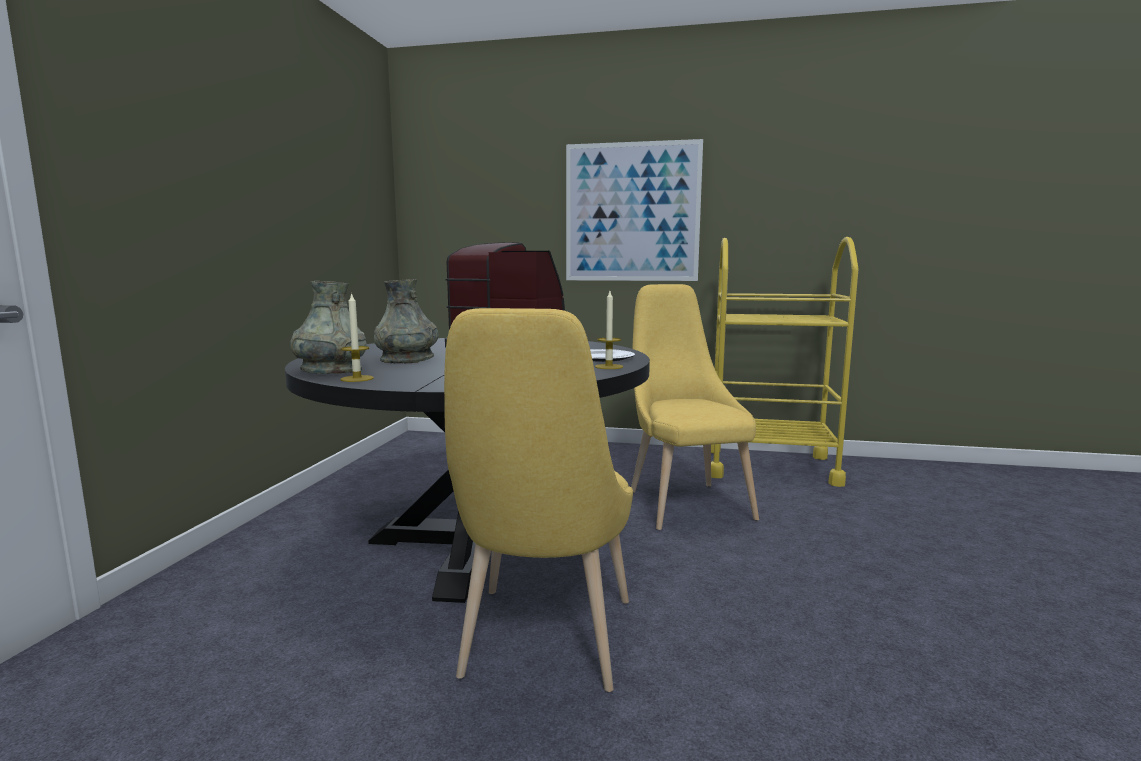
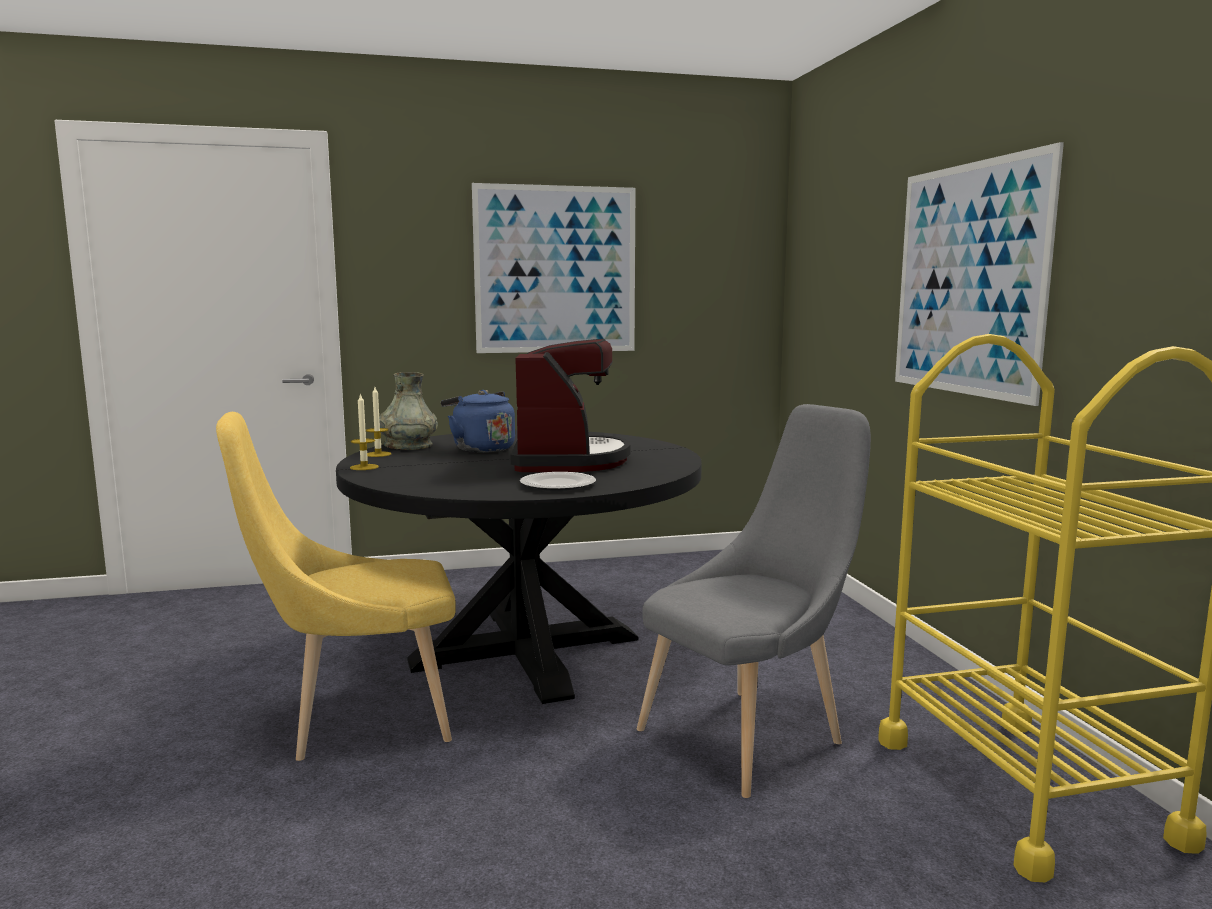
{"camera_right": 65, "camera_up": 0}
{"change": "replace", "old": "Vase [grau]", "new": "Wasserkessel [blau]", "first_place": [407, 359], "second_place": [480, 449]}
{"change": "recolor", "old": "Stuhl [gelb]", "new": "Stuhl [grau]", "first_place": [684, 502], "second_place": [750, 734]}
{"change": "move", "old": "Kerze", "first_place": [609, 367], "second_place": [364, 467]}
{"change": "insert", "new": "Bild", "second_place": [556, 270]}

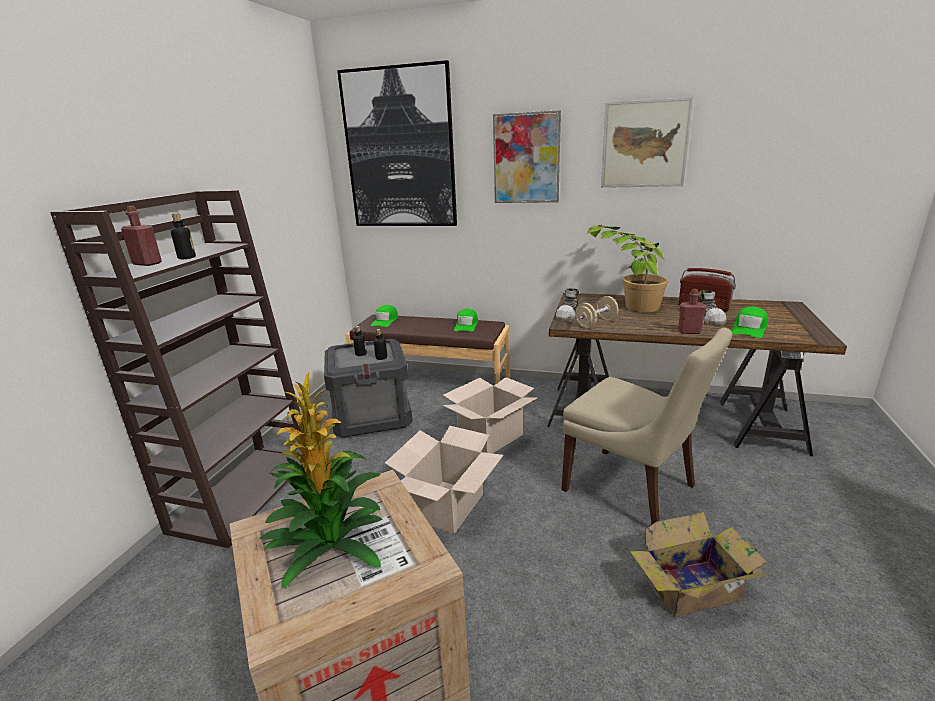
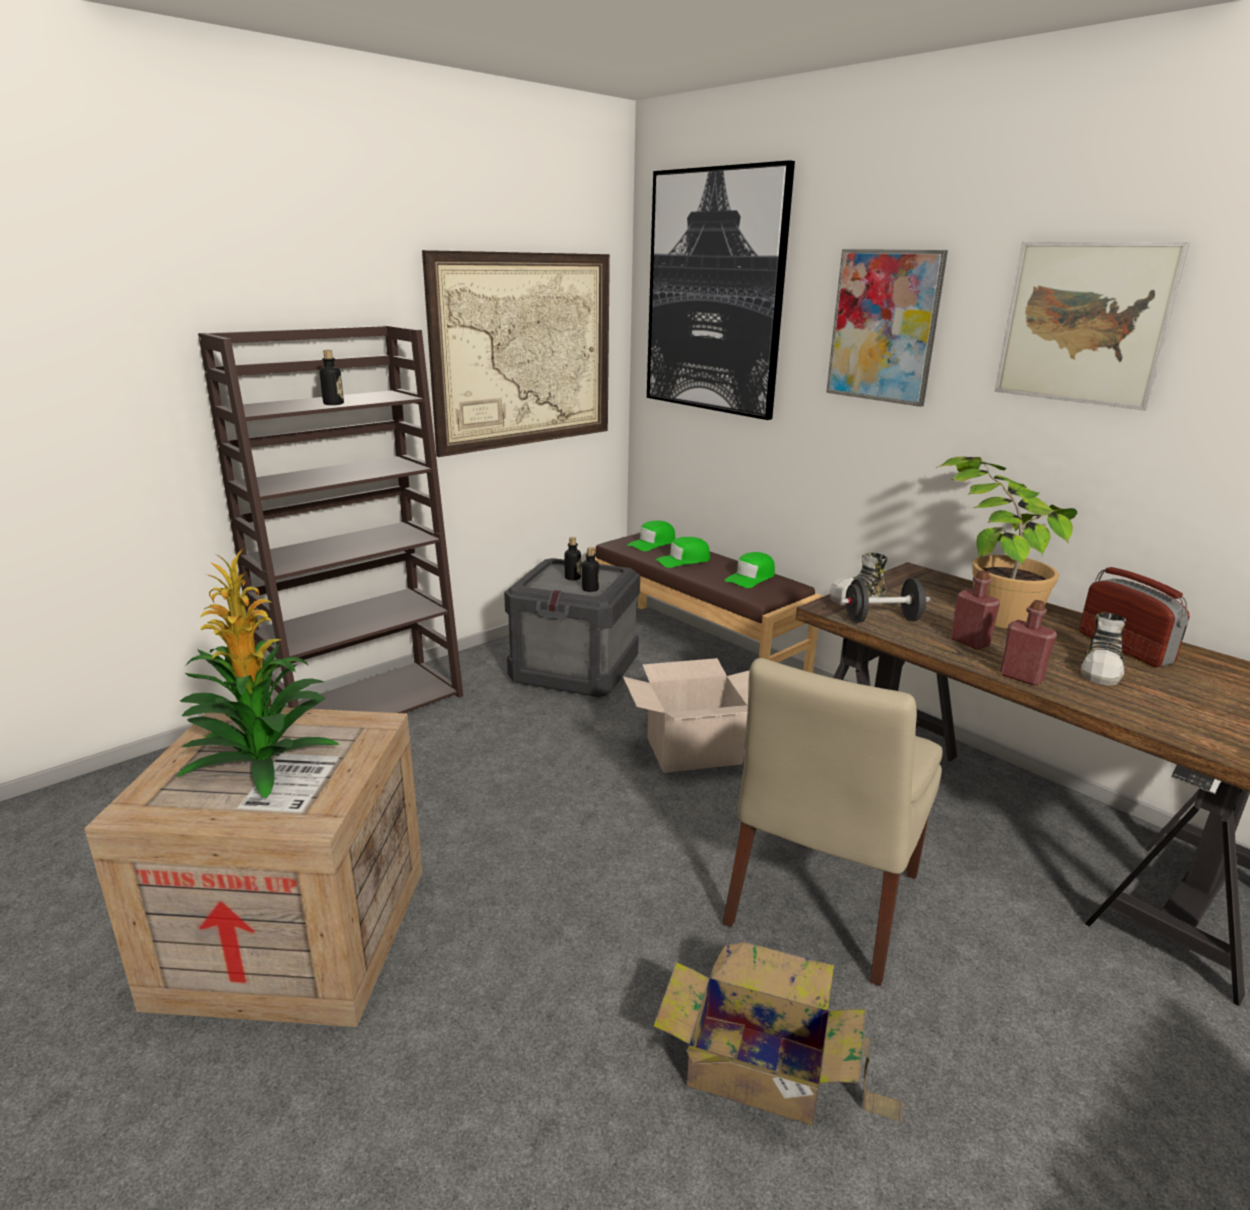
{"camera_right": 30, "camera_up": 0}
{"change": "move", "old": "Flasche [rot]", "first_place": [147, 263], "second_place": [969, 642]}
{"change": "recolor", "old": "Hantel [beige]", "new": "Hantel [schwarz]", "first_place": [596, 323], "second_place": [882, 619]}
{"change": "move", "old": "Kappe [grün]", "first_place": [749, 328], "second_place": [683, 560]}
{"change": "rotate", "old": "Stuhl [beige]", "first_place": [632, 490], "second_place": [820, 904], "degrees": 45}
{"change": "delete", "old": "Karton", "first_place": [447, 506]}
{"change": "insert", "new": "Bild", "second_place": [524, 351]}

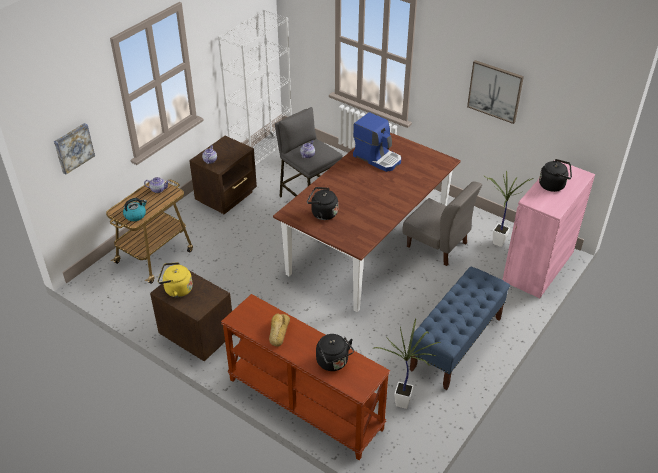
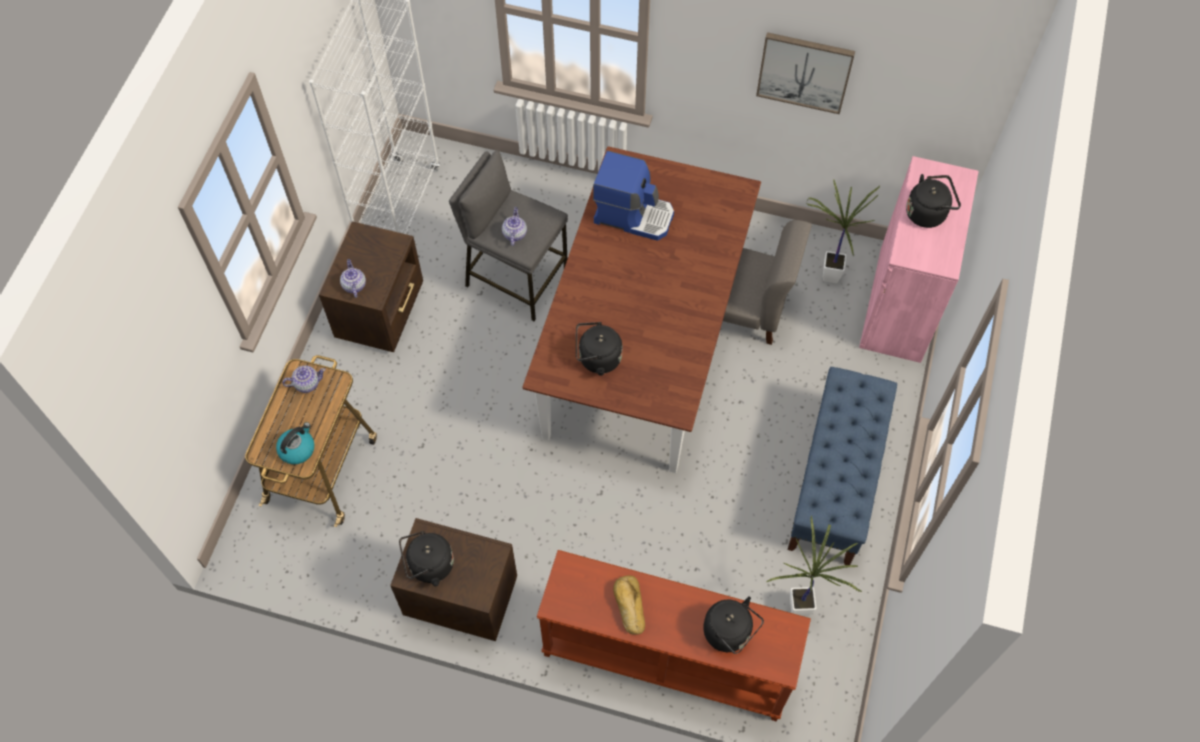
{"camera_right": -20, "camera_up": 20}
{"change": "delete", "old": "Bild", "first_place": [73, 147]}
{"change": "recolor", "old": "Wasserkessel [gelb]", "new": "Wasserkessel [schwarz]", "first_place": [176, 290], "second_place": [428, 566]}

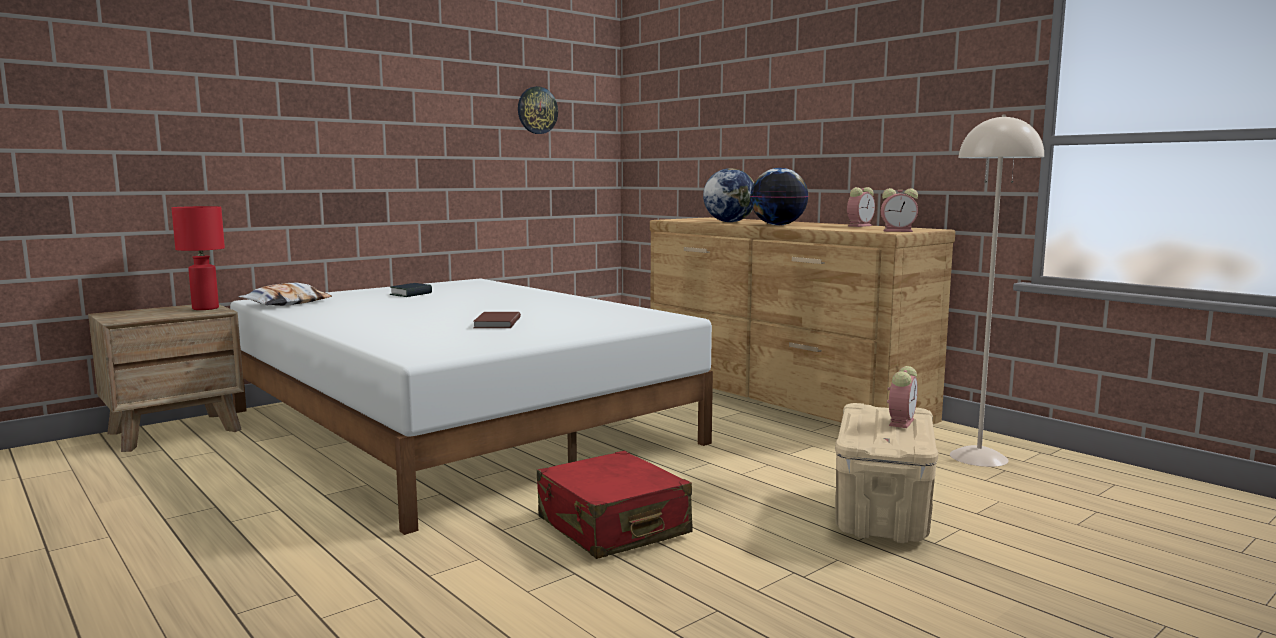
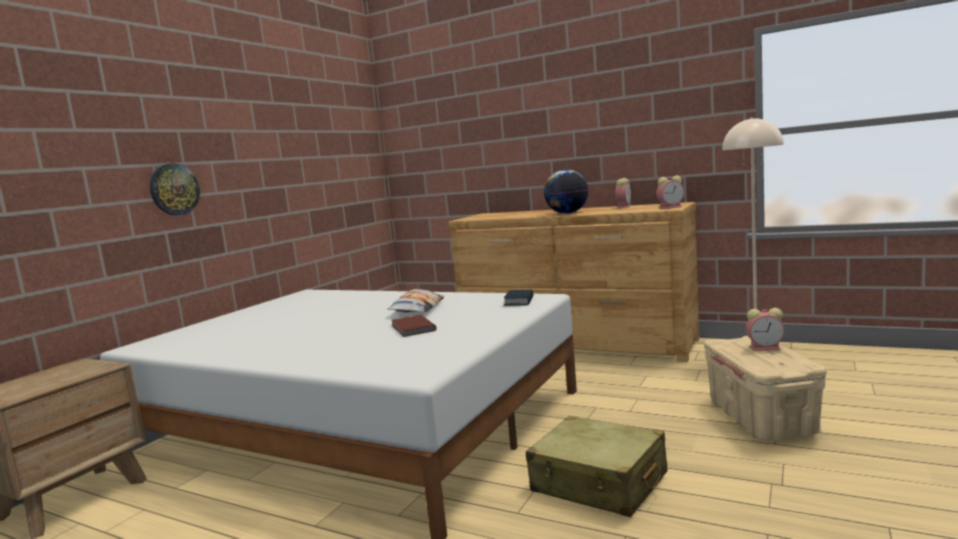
{"camera_right": -20, "camera_up": 0}
{"change": "move", "old": "Wanduhr", "first_place": [537, 110], "second_place": [174, 189]}
{"change": "delete", "old": "Globus", "first_place": [729, 222]}
{"change": "delete", "old": "Tischlampe [rot]", "first_place": [205, 308]}
{"change": "move", "old": "Kissen", "first_place": [287, 303], "second_place": [417, 308]}
{"change": "move", "old": "Buch", "first_place": [411, 294], "second_place": [519, 301]}
{"change": "rotate", "old": "Wecker", "first_place": [901, 422], "second_place": [766, 348], "degrees": 90}
{"change": "recolor", "old": "Koffer [rot]", "new": "Koffer [beige]", "first_place": [612, 526], "second_place": [599, 483]}

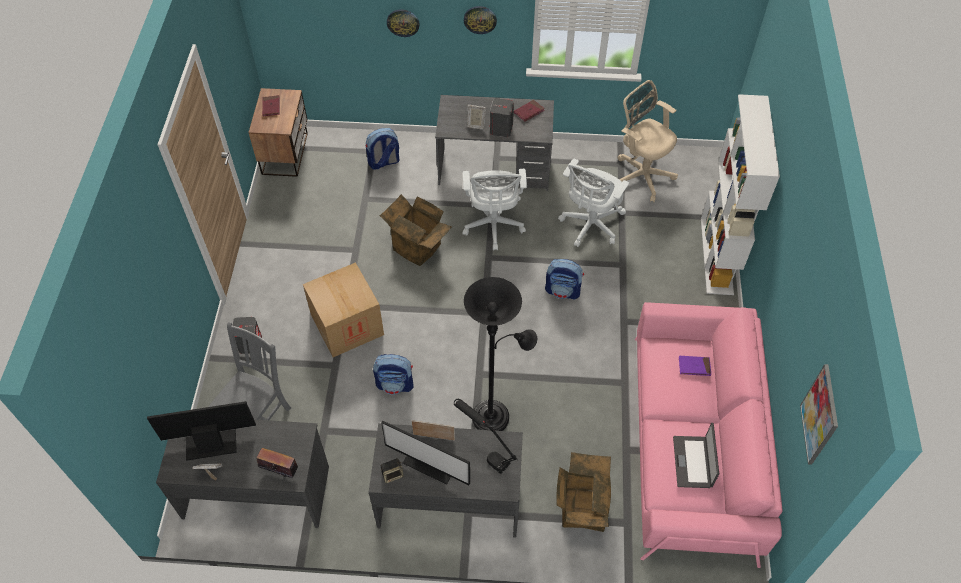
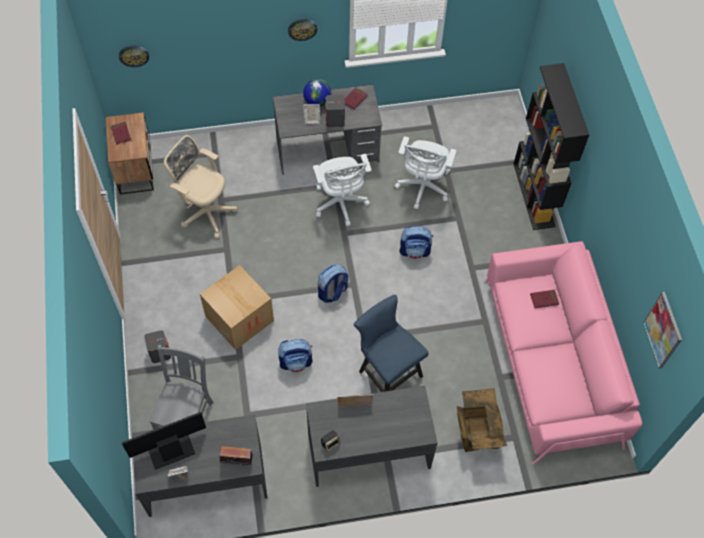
{"camera_right": -15, "camera_up": 5}
{"change": "move", "old": "Wanduhr", "first_place": [403, 22], "second_place": [134, 55]}
{"change": "move", "old": "Bürostuhl [beige]", "first_place": [641, 174], "second_place": [205, 211]}
{"change": "recolor", "old": "Bücherregal [weiß]", "new": "Bücherregal [schwarz]", "first_place": [717, 256], "second_place": [534, 195]}
{"change": "move", "old": "Rucksack", "first_place": [384, 162], "second_place": [332, 292]}
{"change": "delete", "old": "Karton", "first_place": [419, 246]}
{"change": "replace", "old": "Stehlampe [schwarz]", "new": "Stuhl [blau]", "first_place": [495, 415], "second_place": [387, 371]}
{"change": "recolor", "old": "Buch [lila]", "new": "Buch [rot]", "first_place": [694, 366], "second_place": [544, 299]}
{"change": "delete", "old": "Tischlampe [schwarz]", "first_place": [485, 452]}
{"change": "delete", "old": "Monitor", "first_place": [431, 462]}
{"change": "delete", "old": "Laptop", "first_place": [693, 462]}
{"change": "insert", "new": "Globus", "second_place": [317, 102]}

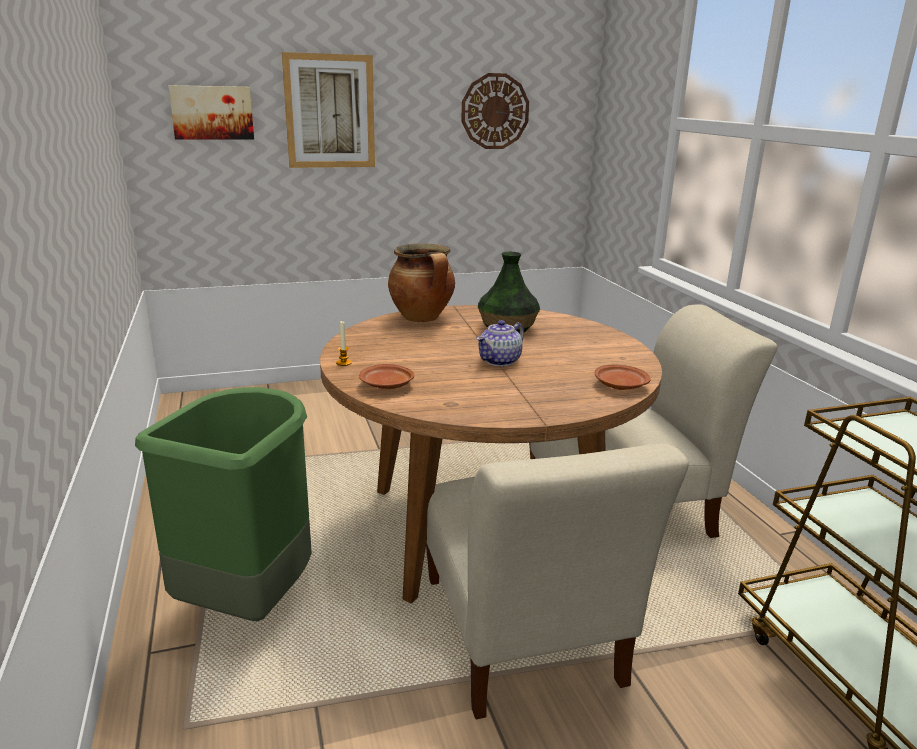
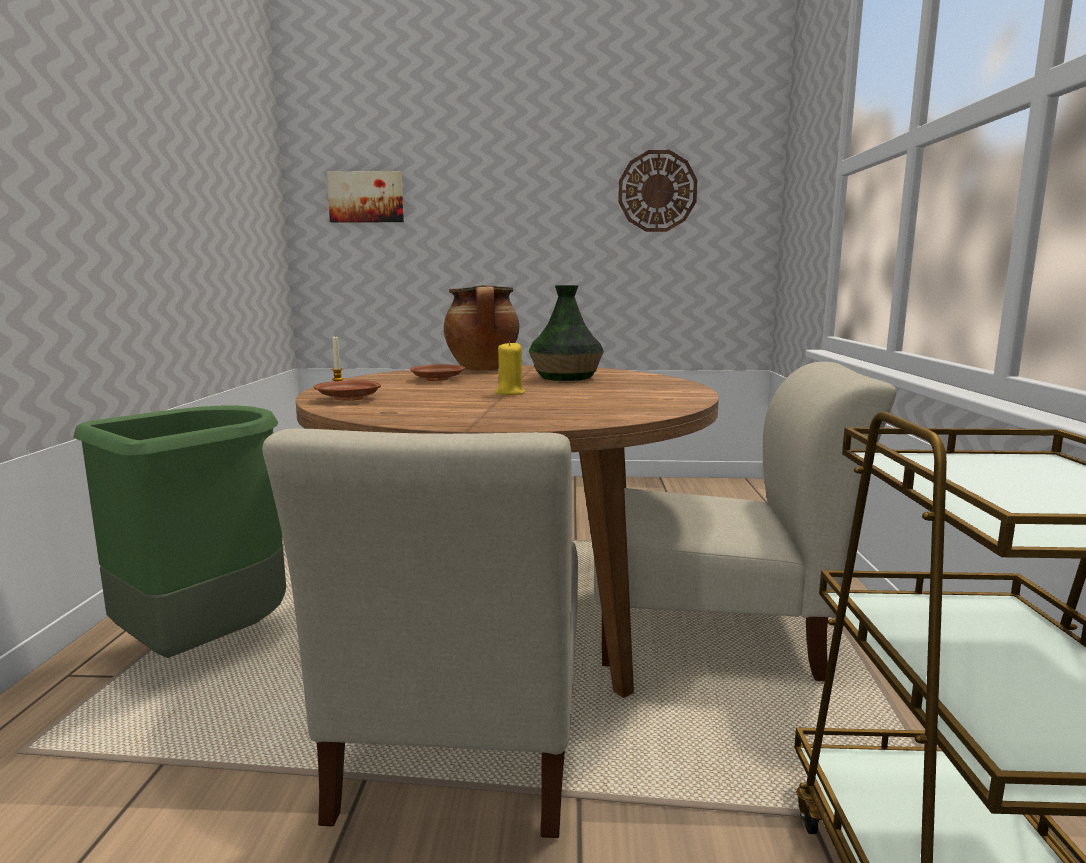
{"camera_right": 20, "camera_up": -10}
{"change": "delete", "old": "Bild", "first_place": [330, 112]}
{"change": "replace", "old": "Teekanne", "new": "Kerze [gelb]", "first_place": [500, 361], "second_place": [509, 393]}
{"change": "move", "old": "Teller [braun]", "first_place": [620, 385], "second_place": [437, 379]}

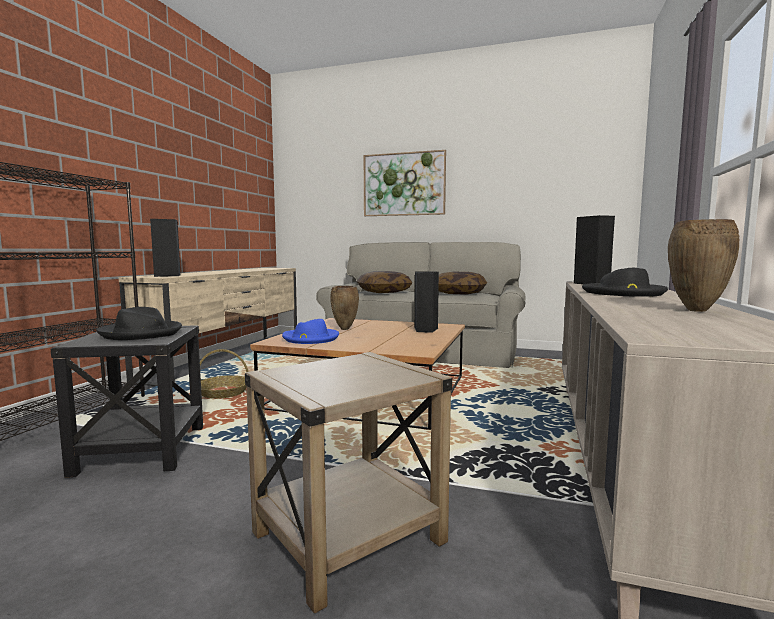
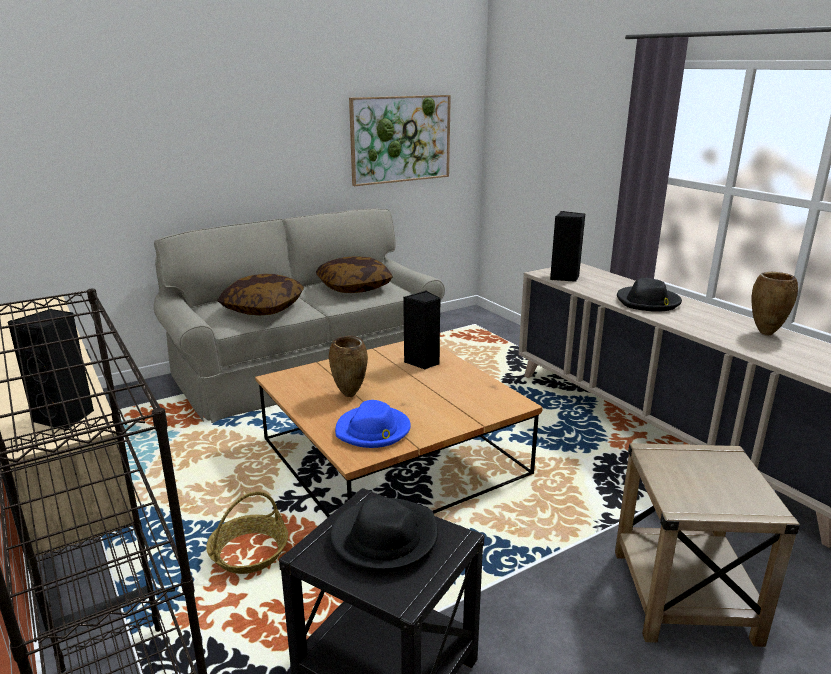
{"camera_right": -50, "camera_up": 15}
{"change": "move", "old": "Bild", "first_place": [404, 184], "second_place": [400, 139]}

